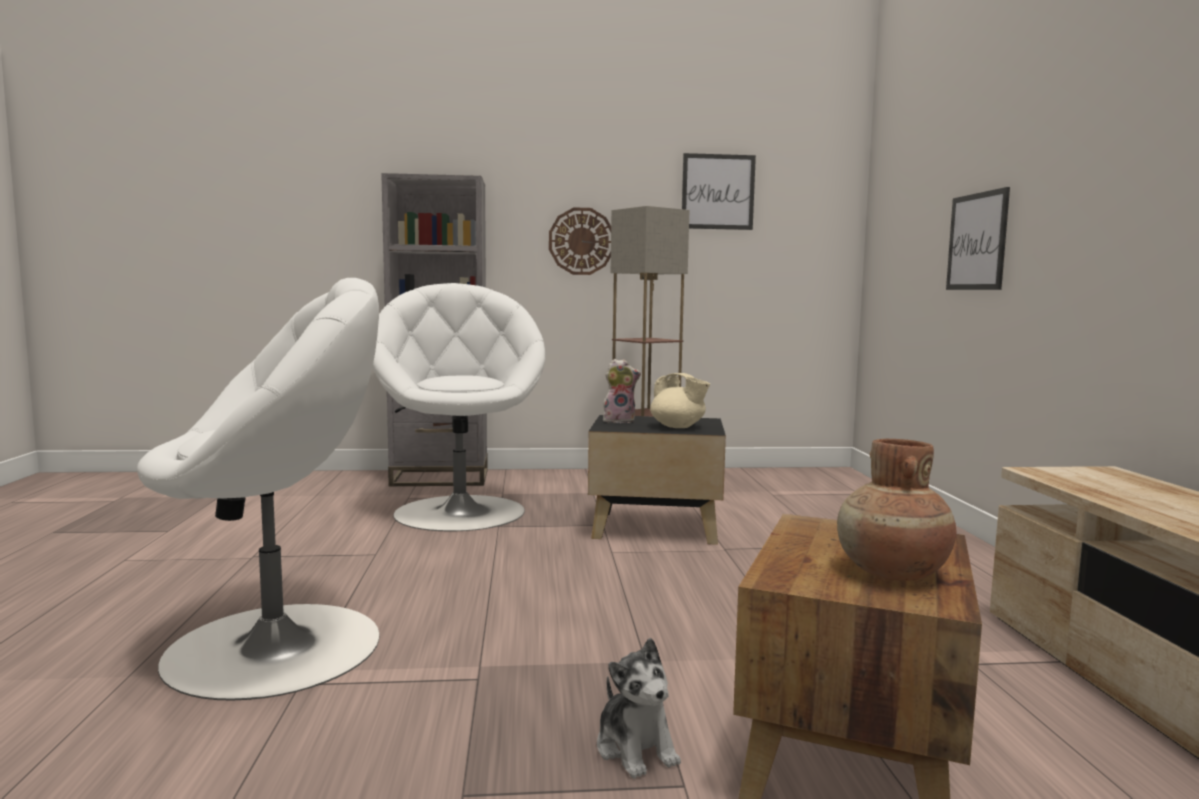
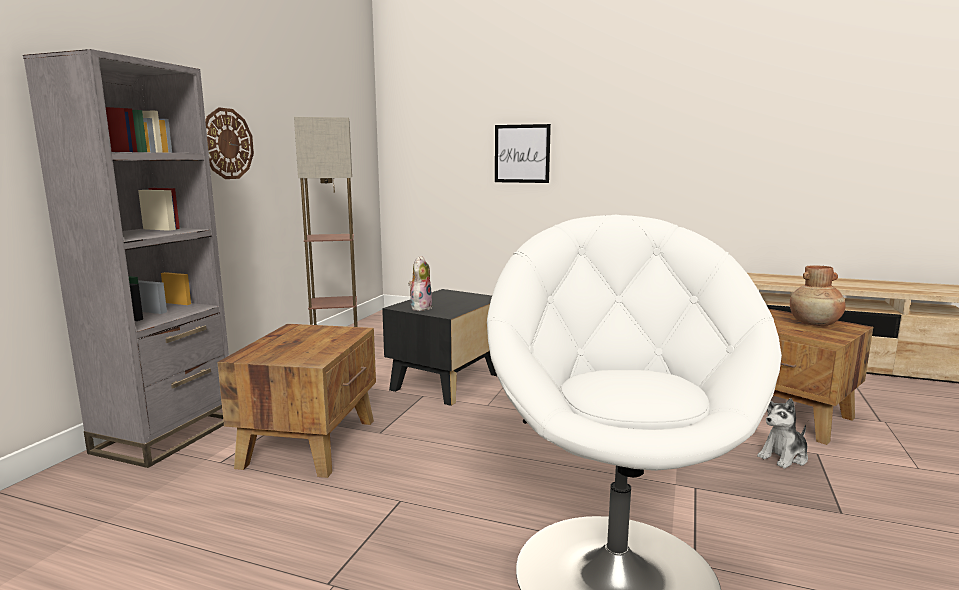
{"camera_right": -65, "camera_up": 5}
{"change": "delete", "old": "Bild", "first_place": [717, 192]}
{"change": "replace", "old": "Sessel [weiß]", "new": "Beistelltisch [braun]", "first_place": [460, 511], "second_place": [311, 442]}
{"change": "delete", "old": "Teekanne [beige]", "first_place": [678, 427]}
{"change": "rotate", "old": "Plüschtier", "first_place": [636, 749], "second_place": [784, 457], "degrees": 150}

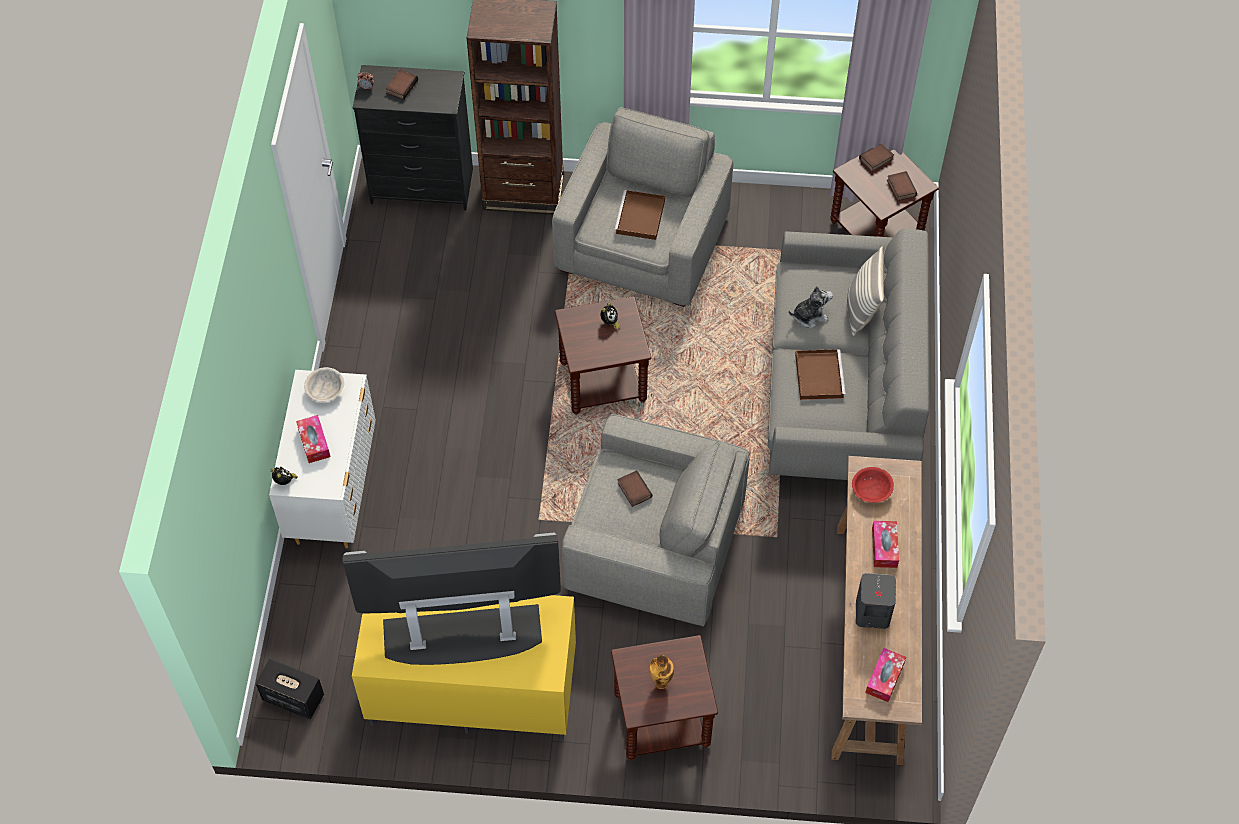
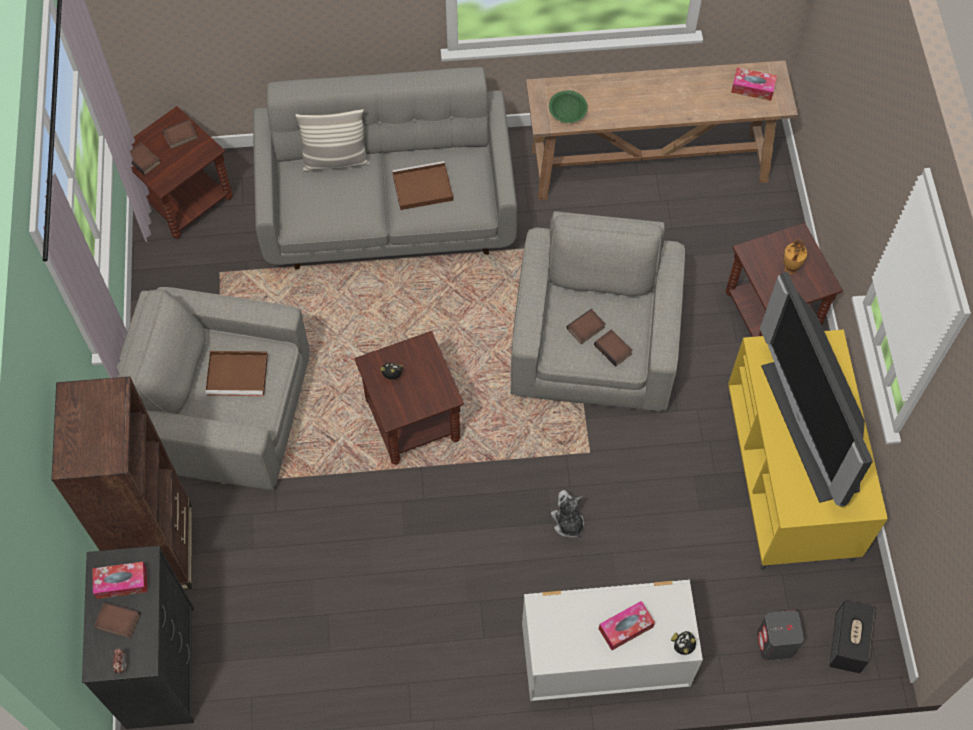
{"camera_right": -100, "camera_up": 5}
{"change": "move", "old": "Plüschtier", "first_place": [809, 316], "second_place": [568, 522]}
{"change": "delete", "old": "Schüssel [beige]", "first_place": [326, 390]}
{"change": "recolor", "old": "Schüssel [rot]", "new": "Schüssel [grün]", "first_place": [871, 490], "second_place": [567, 113]}
{"change": "move", "old": "Taschentuchbox", "first_place": [884, 547], "second_place": [121, 583]}
{"change": "move", "old": "Lautsprecher [grau]", "first_place": [871, 613], "second_place": [775, 643]}
{"change": "insert", "new": "Buch", "second_place": [614, 349]}

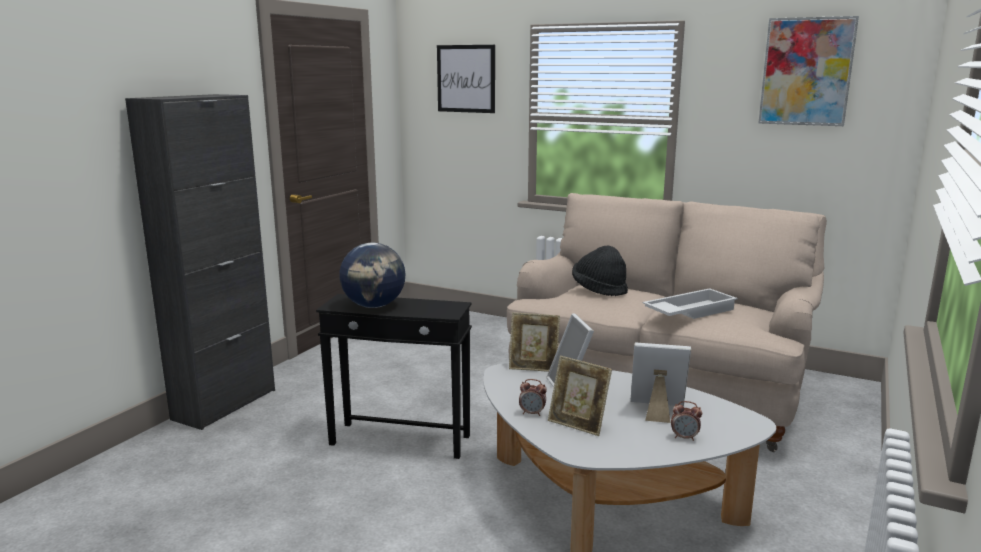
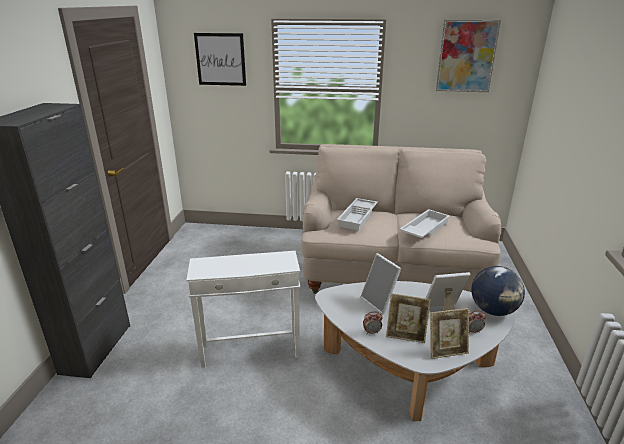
{"camera_right": -20, "camera_up": 10}
{"change": "move", "old": "Globus", "first_place": [374, 306], "second_place": [493, 310]}
{"change": "replace", "old": "Hut [schwarz]", "new": "Tablett [weiß]", "first_place": [599, 289], "second_place": [358, 217]}
{"change": "recolor", "old": "Beistelltisch [schwarz]", "new": "Beistelltisch [weiß]", "first_place": [400, 440], "second_place": [251, 351]}
{"change": "move", "old": "Bilderrahmen", "first_place": [533, 367], "second_place": [446, 351]}

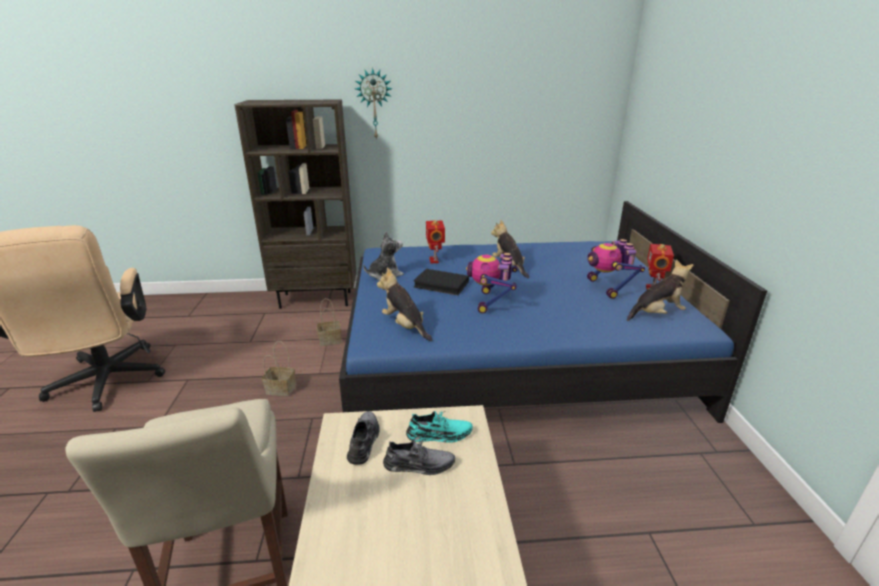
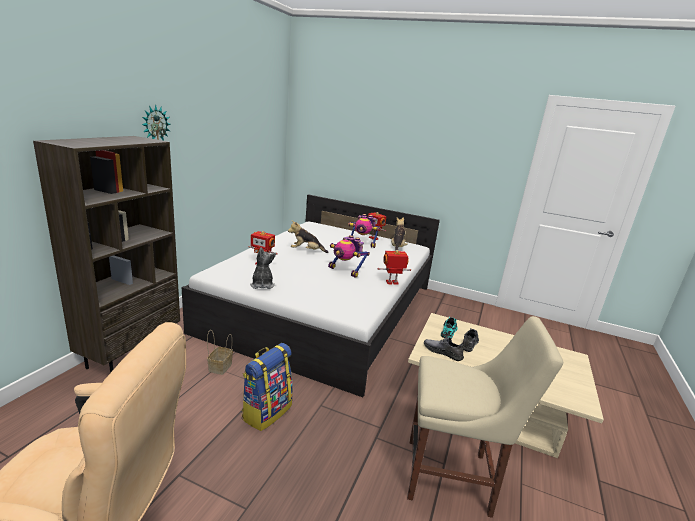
{"camera_right": -65, "camera_up": -5}
{"change": "recolor", "old": "Bett [blau]", "new": "Bett [weiß]", "first_place": [509, 352], "second_place": [324, 307]}
{"change": "delete", "old": "Plüschtier", "first_place": [405, 326]}
{"change": "delete", "old": "Buch [schwarz]", "first_place": [441, 284]}
{"change": "replace", "old": "Korb", "new": "Rucksack", "first_place": [282, 389], "second_place": [266, 411]}
{"change": "insert", "new": "Spielzeugroboter", "second_place": [392, 283]}

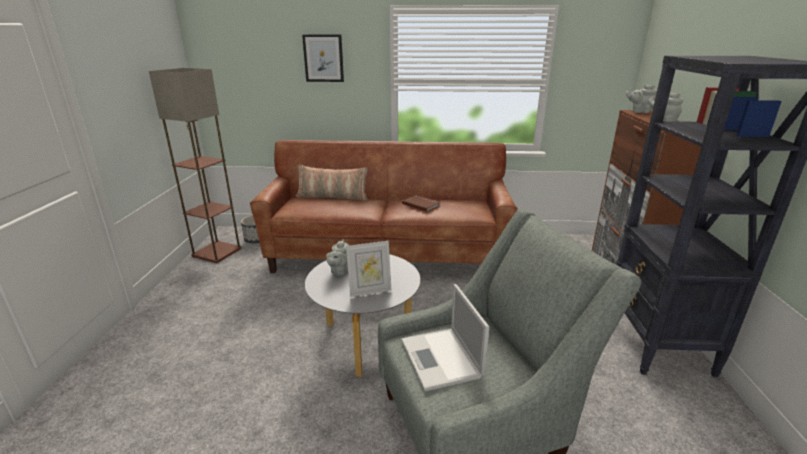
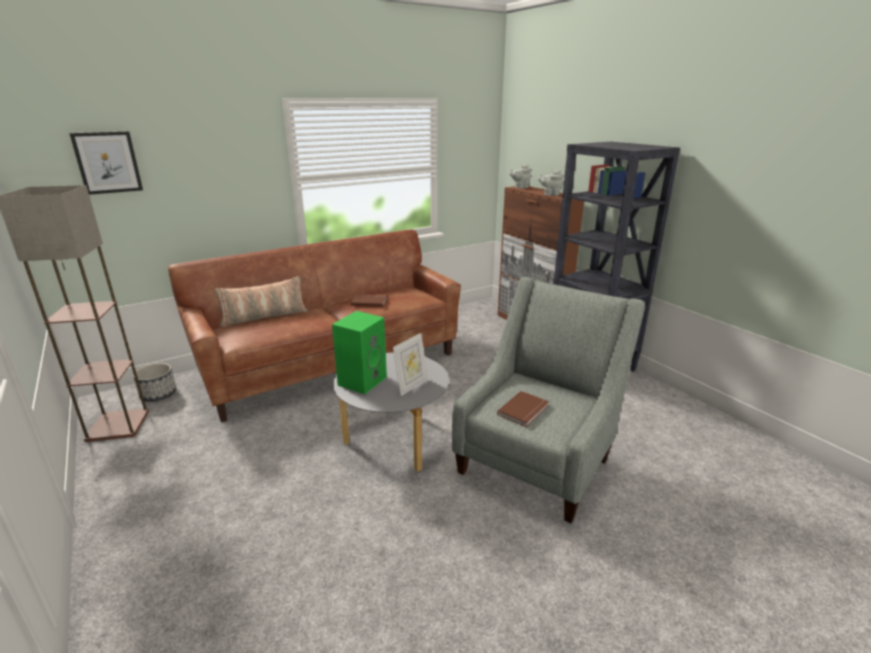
{"camera_right": -35, "camera_up": 0}
{"change": "move", "old": "Bild", "first_place": [323, 58], "second_place": [108, 162]}
{"change": "replace", "old": "Teekanne [grau]", "new": "Lautsprecher [grün]", "first_place": [339, 271], "second_place": [362, 380]}
{"change": "replace", "old": "Laptop", "new": "Buch [braun]", "first_place": [441, 359], "second_place": [524, 410]}

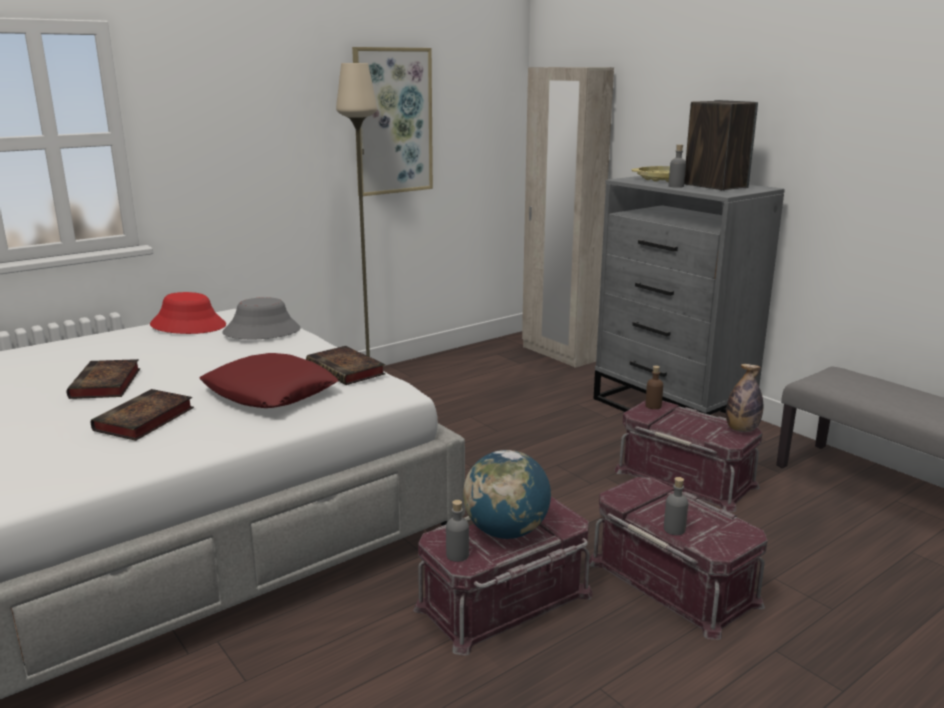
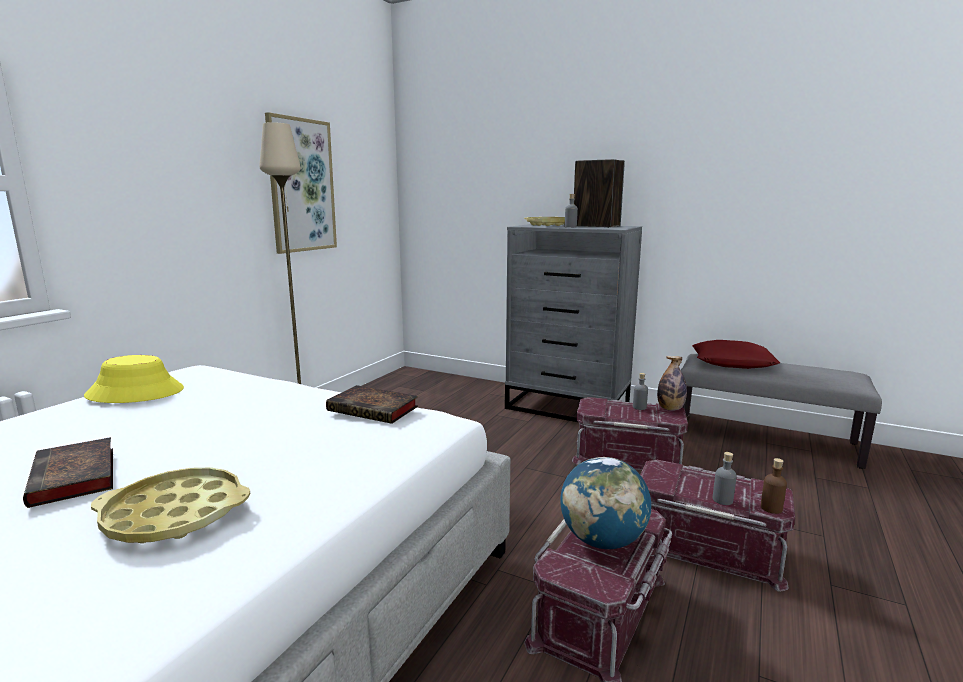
{"camera_right": -25, "camera_up": -5}
{"change": "delete", "old": "Kleiderschrank [beige]", "first_place": [558, 354]}
{"change": "recolor", "old": "Hut [rot]", "new": "Hut [gelb]", "first_place": [188, 325], "second_place": [136, 392]}
{"change": "delete", "old": "Hut [grau]", "first_place": [262, 331]}
{"change": "move", "old": "Kissen [rot]", "first_place": [269, 392], "second_place": [732, 362]}
{"change": "move", "old": "Flasche [braun]", "first_place": [653, 406], "second_place": [771, 508]}
{"change": "replace", "old": "Buch", "new": "Tablett [gelb]", "first_place": [143, 421], "second_place": [175, 514]}
{"change": "move", "old": "Flasche [grau]", "first_place": [457, 555], "second_place": [639, 407]}

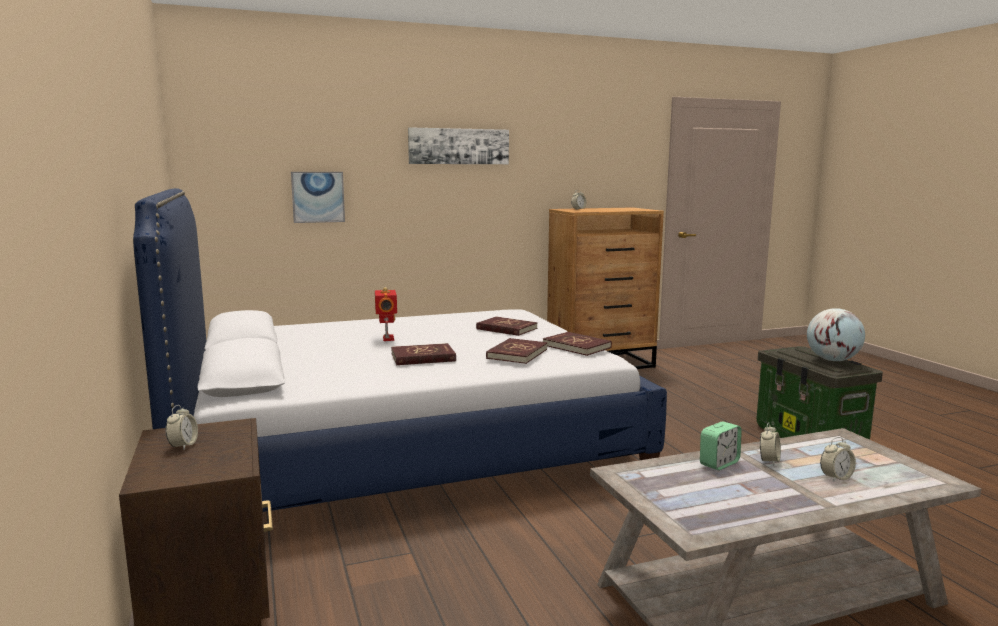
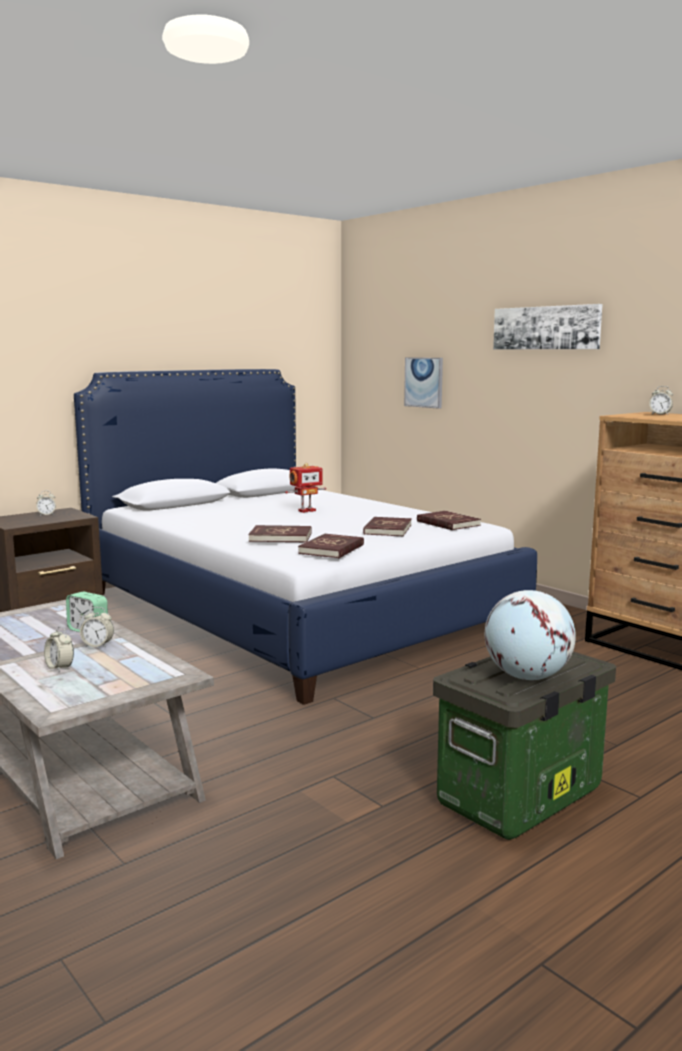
{"camera_right": 70, "camera_up": 0}
{"change": "move", "old": "Buch [rot]", "first_place": [423, 357], "second_place": [448, 523]}

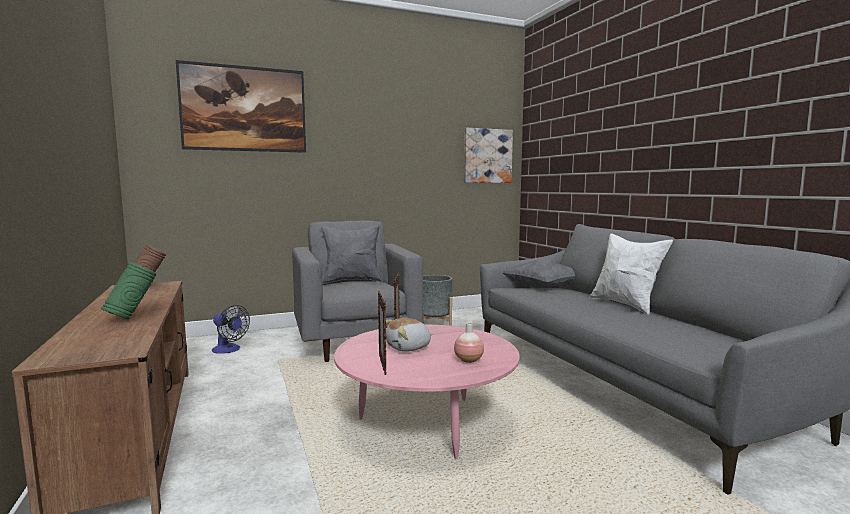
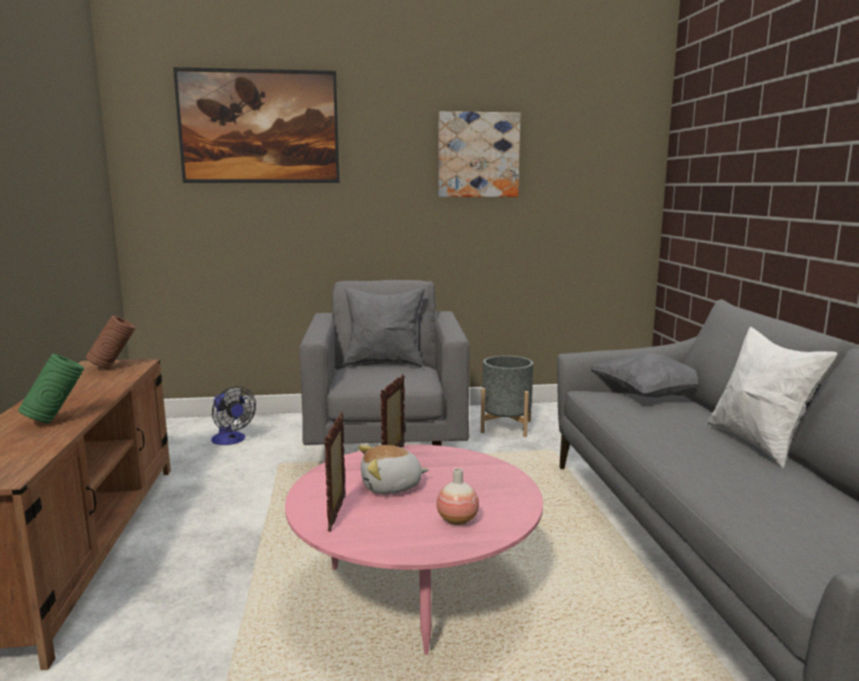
{"camera_right": 15, "camera_up": 5}
{"change": "move", "old": "Bild", "first_place": [487, 156], "second_place": [478, 155]}

